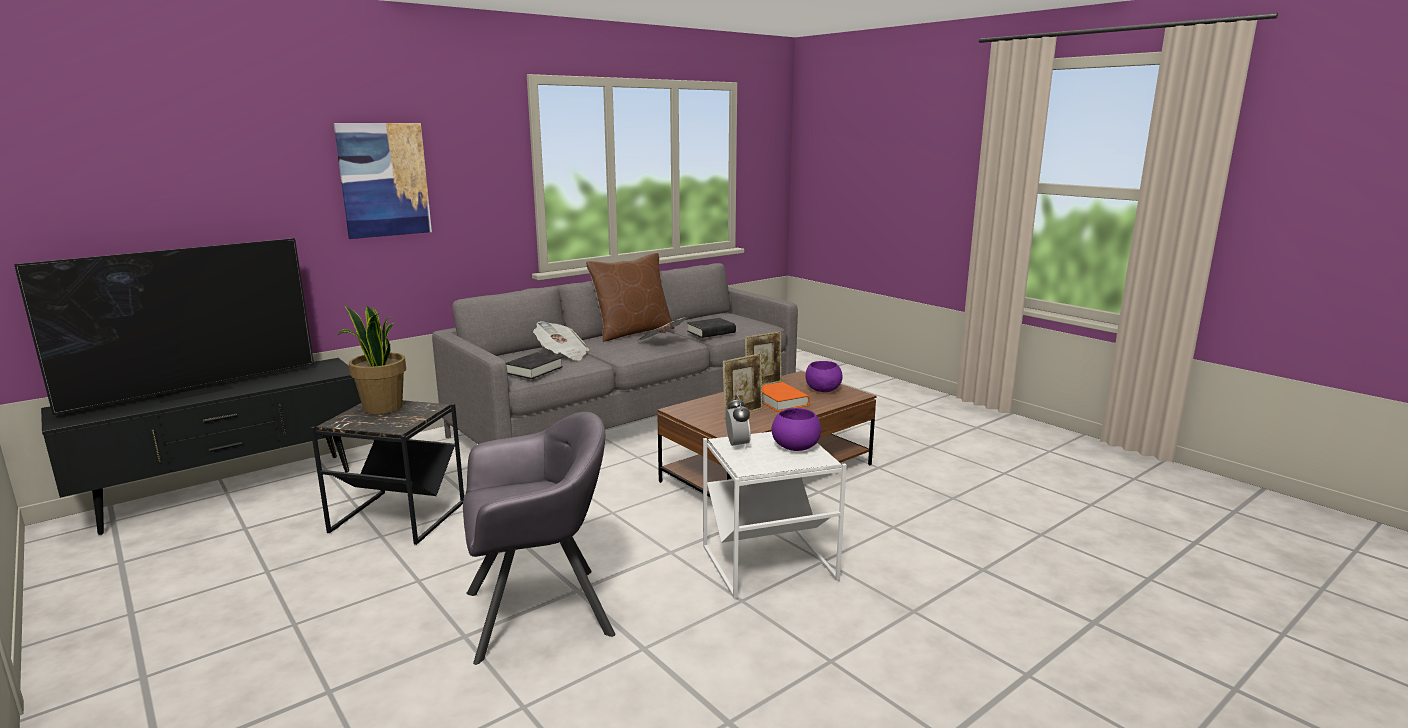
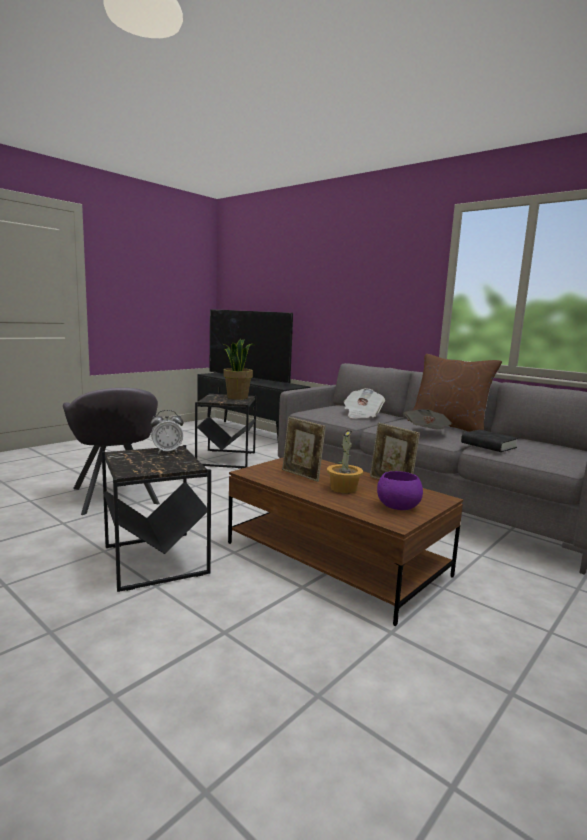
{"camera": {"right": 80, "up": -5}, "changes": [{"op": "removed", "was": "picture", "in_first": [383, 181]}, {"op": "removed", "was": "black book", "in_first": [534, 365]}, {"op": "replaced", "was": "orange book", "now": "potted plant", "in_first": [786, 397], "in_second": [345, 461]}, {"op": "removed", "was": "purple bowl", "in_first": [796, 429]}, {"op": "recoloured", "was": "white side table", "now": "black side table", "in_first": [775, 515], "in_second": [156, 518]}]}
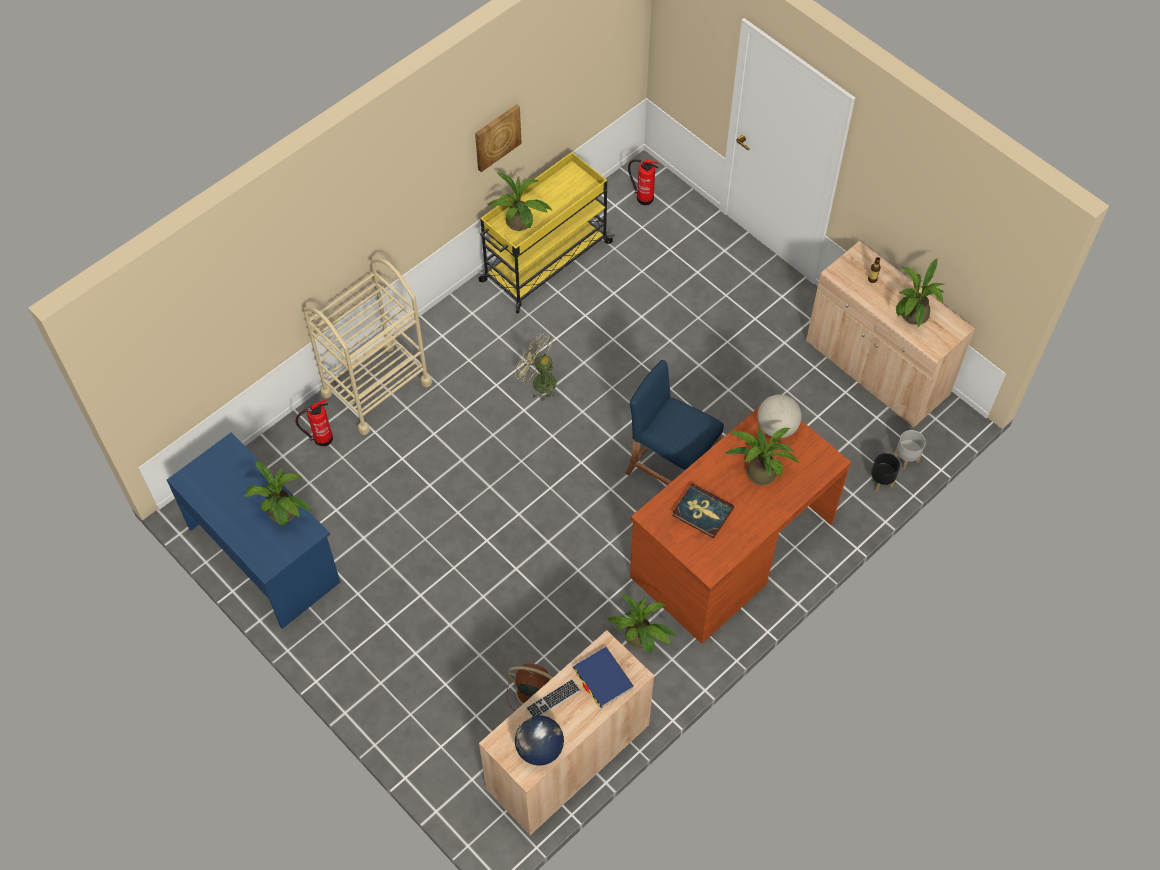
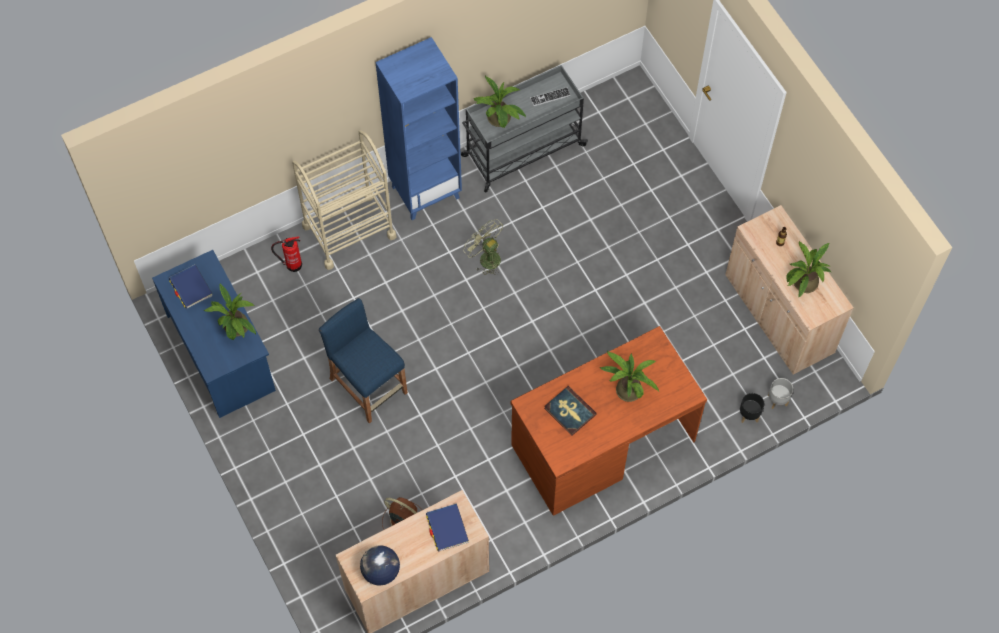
{"camera": {"right": 15, "up": 5}, "changes": [{"op": "removed", "was": "picture", "in_first": [498, 138]}, {"op": "recoloured", "was": "yellow cart", "now": "grey cart", "in_first": [547, 233], "in_second": [524, 128]}, {"op": "removed", "was": "fire extinguisher", "in_first": [643, 182]}, {"op": "moved", "was": "blue stool", "in_first": [674, 422], "in_second": [363, 361]}, {"op": "removed", "was": "globe", "in_first": [779, 416]}, {"op": "removed", "was": "potted plant", "in_first": [641, 622]}, {"op": "moved", "was": "keyboard", "in_first": [553, 698], "in_second": [550, 96]}, {"op": "added", "now": "blue bookcase", "in_second": [419, 128]}, {"op": "added", "now": "blue book", "in_second": [191, 287]}]}
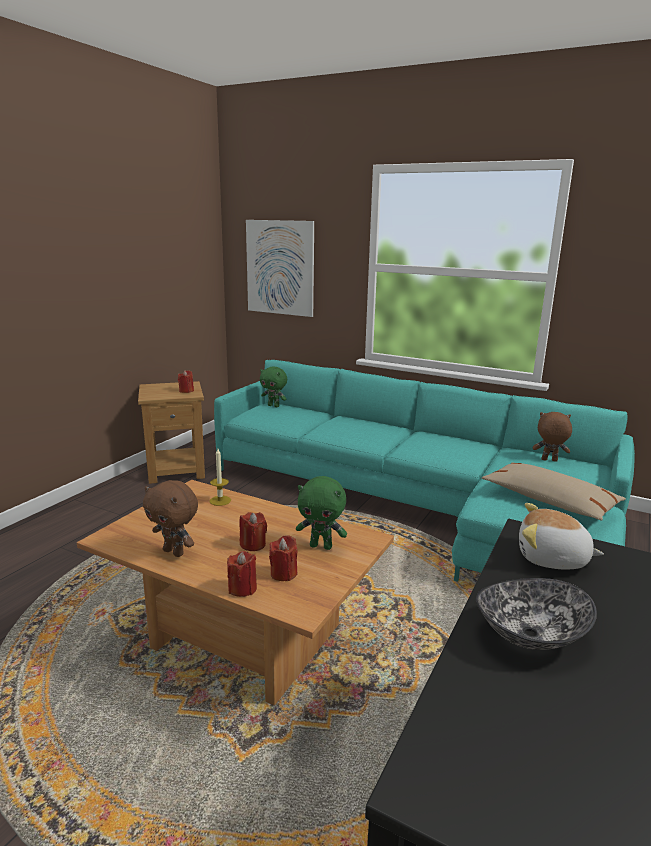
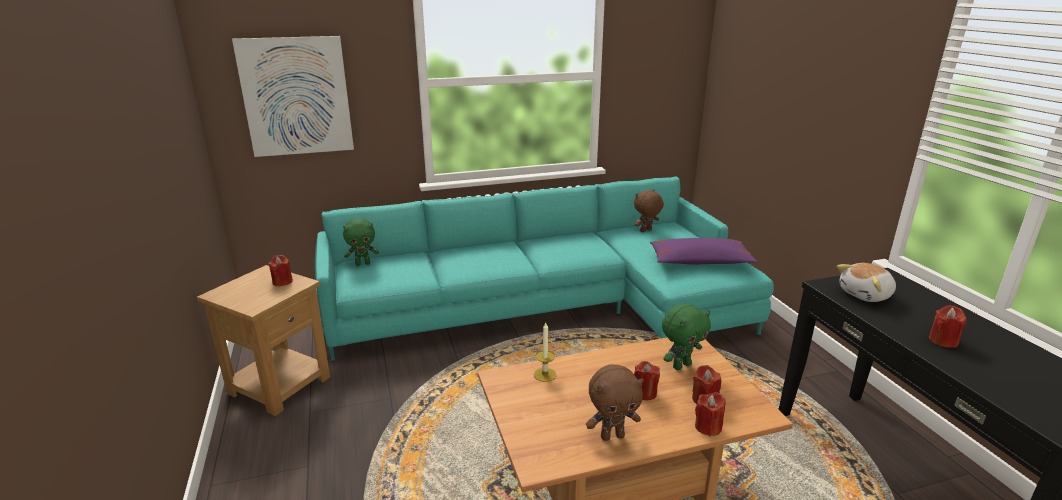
{"camera": {"right": -45, "up": 5}, "changes": [{"op": "recoloured", "was": "beige pillow", "now": "purple pillow", "in_first": [554, 492], "in_second": [704, 251]}, {"op": "replaced", "was": "bowl", "now": "red candle", "in_first": [536, 614], "in_second": [948, 326]}]}
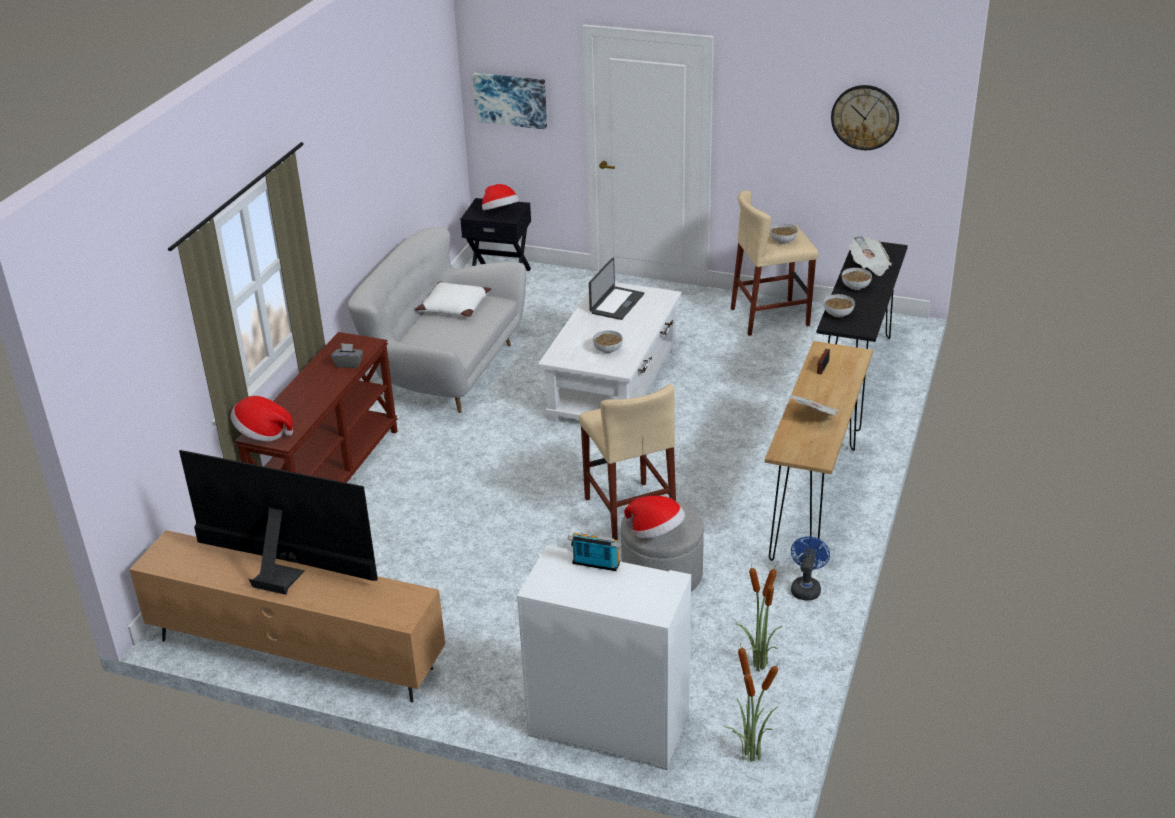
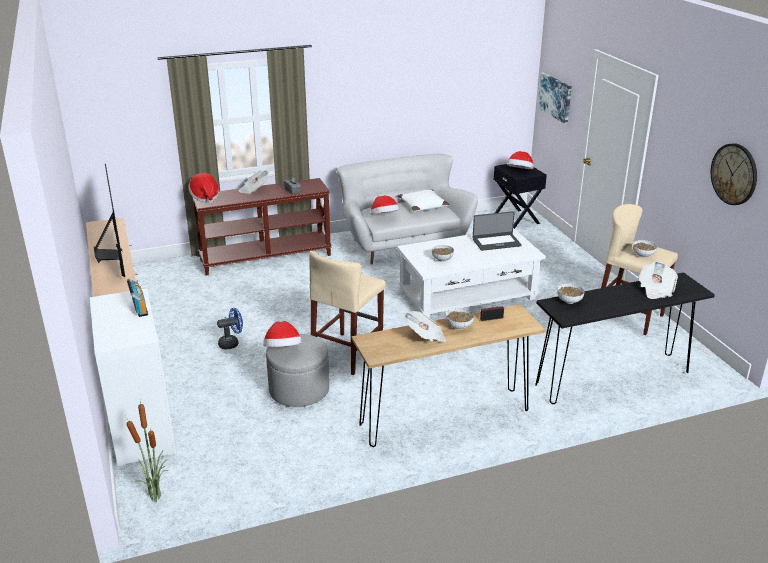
{"camera": {"right": 50, "up": -5}, "changes": [{"op": "moved", "was": "bowl", "in_first": [857, 279], "in_second": [460, 319]}, {"op": "moved", "was": "blue fan", "in_first": [810, 568], "in_second": [230, 328]}, {"op": "removed", "was": "potted plant", "in_first": [758, 617]}, {"op": "added", "now": "newspaper", "in_second": [254, 182]}, {"op": "added", "now": "hat", "in_second": [385, 205]}]}
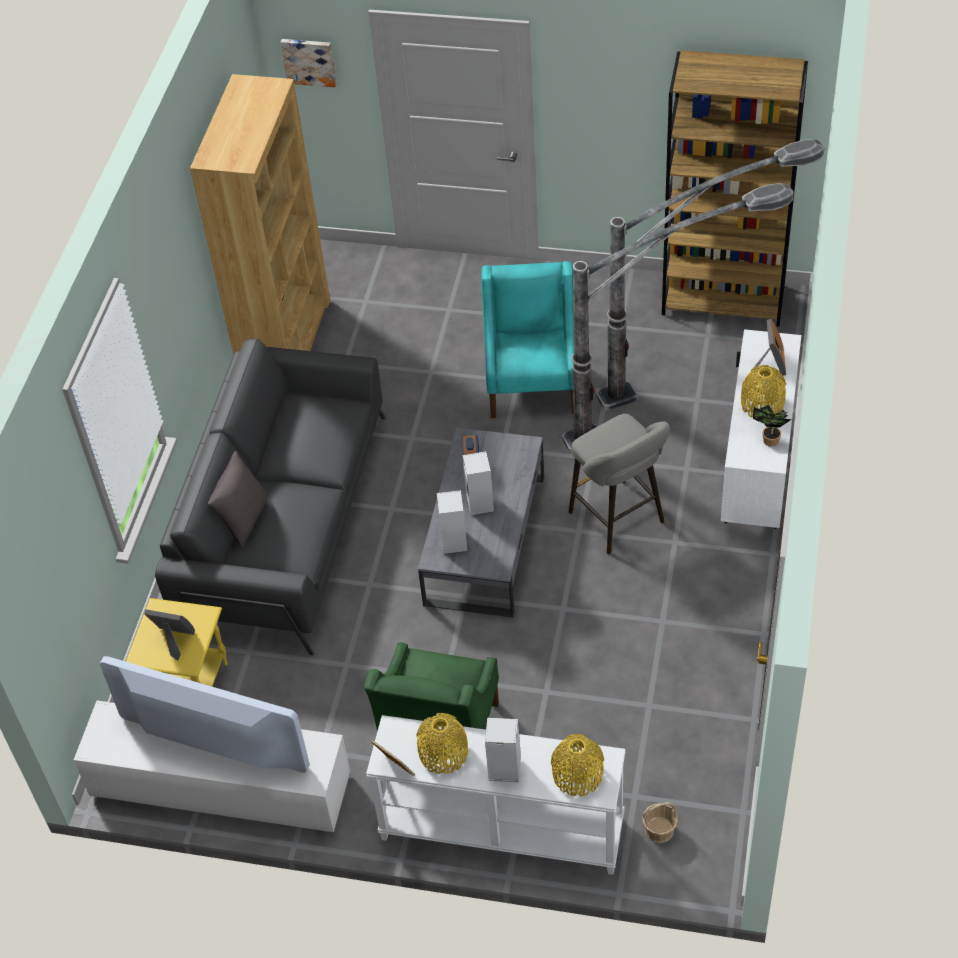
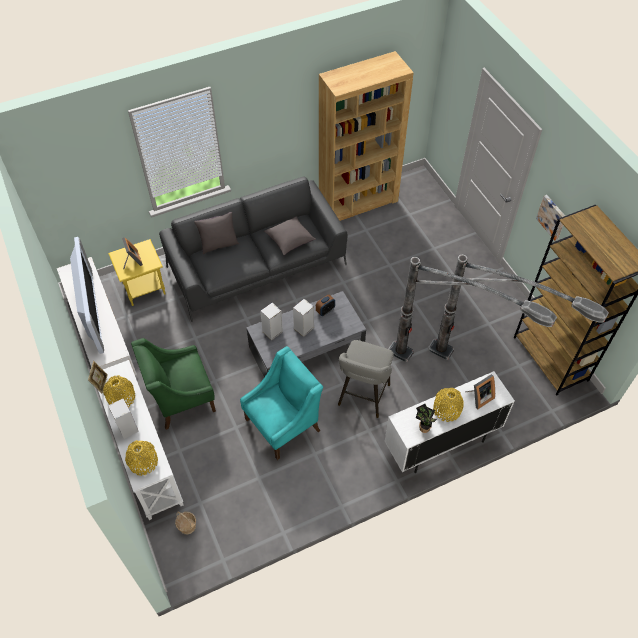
{"camera": {"right": 50, "up": 5}, "changes": [{"op": "moved", "was": "picture", "in_first": [308, 63], "in_second": [550, 217]}, {"op": "moved", "was": "turquoise armchair", "in_first": [527, 339], "in_second": [281, 403]}, {"op": "added", "now": "grey pillow", "in_second": [290, 235]}]}
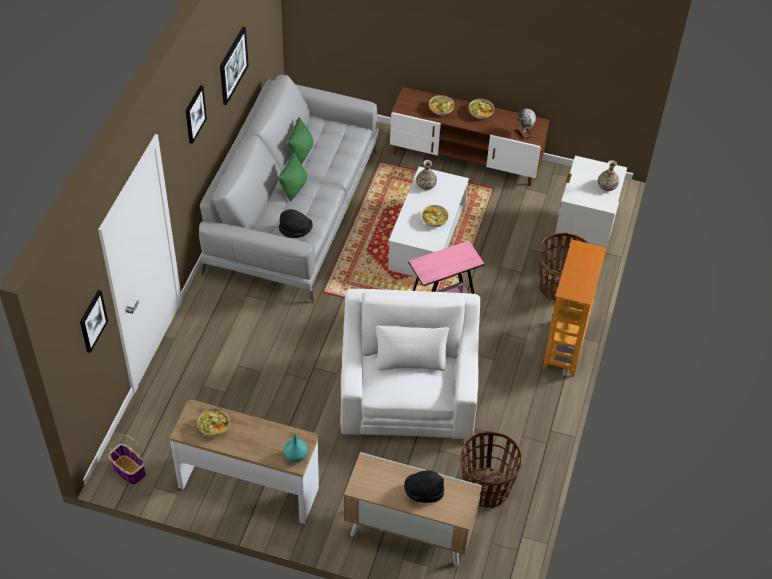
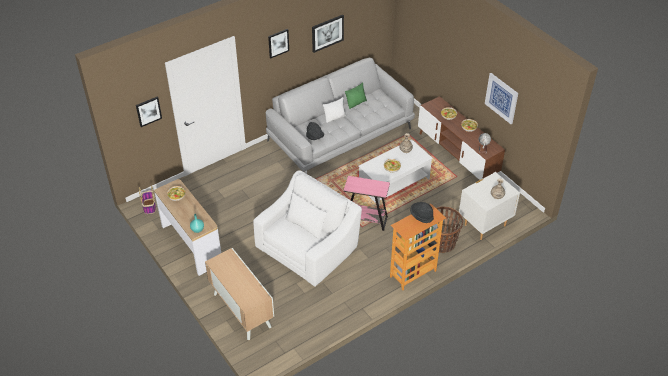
{"camera": {"right": 40, "up": -5}, "changes": [{"op": "recoloured", "was": "green pillow", "now": "white pillow", "in_first": [292, 177], "in_second": [335, 110]}, {"op": "removed", "was": "basket", "in_first": [491, 469]}, {"op": "moved", "was": "black hat", "in_first": [424, 486], "in_second": [422, 212]}, {"op": "added", "now": "picture", "in_second": [501, 98]}]}
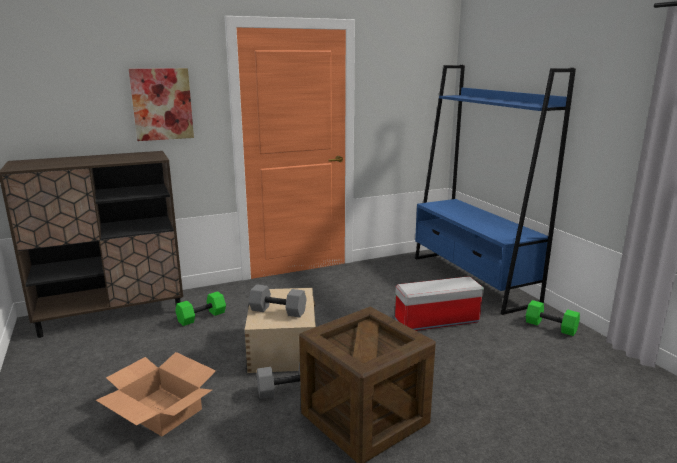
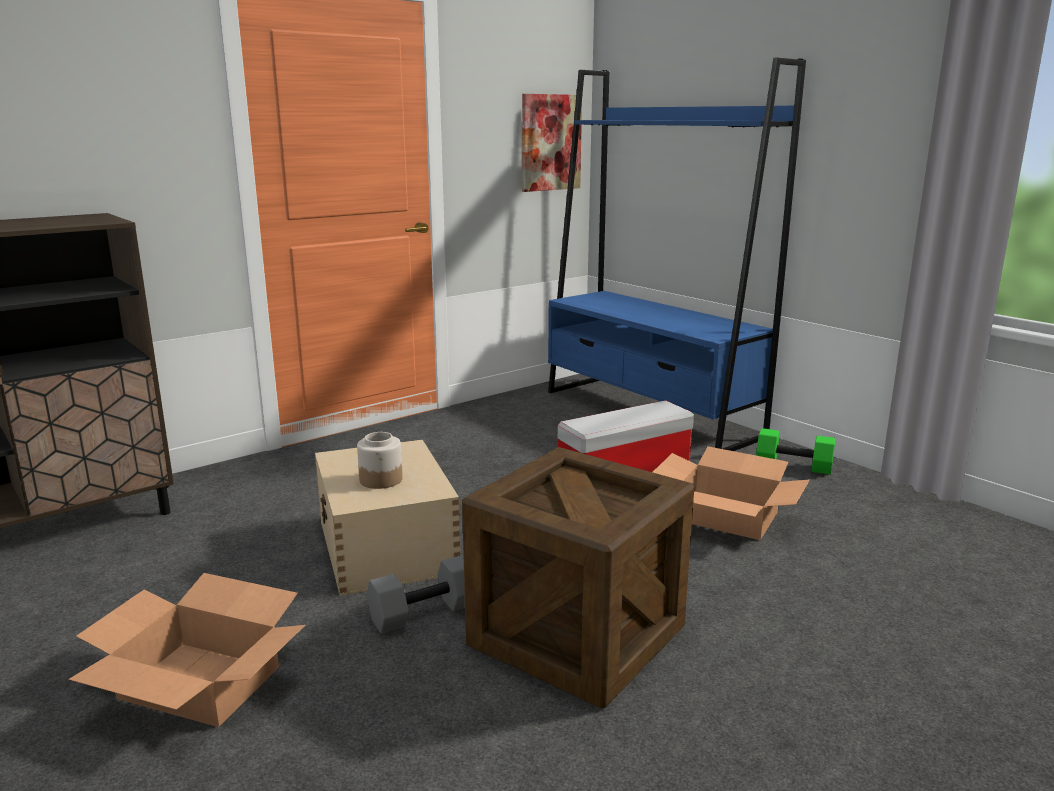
{"camera": {"right": -15, "up": 0}, "changes": [{"op": "moved", "was": "picture", "in_first": [161, 104], "in_second": [552, 143]}, {"op": "replaced", "was": "grey dumbbell", "now": "jar", "in_first": [278, 300], "in_second": [380, 460]}, {"op": "removed", "was": "green dumbbell", "in_first": [200, 308]}, {"op": "added", "now": "cardboard box", "in_second": [731, 493]}]}
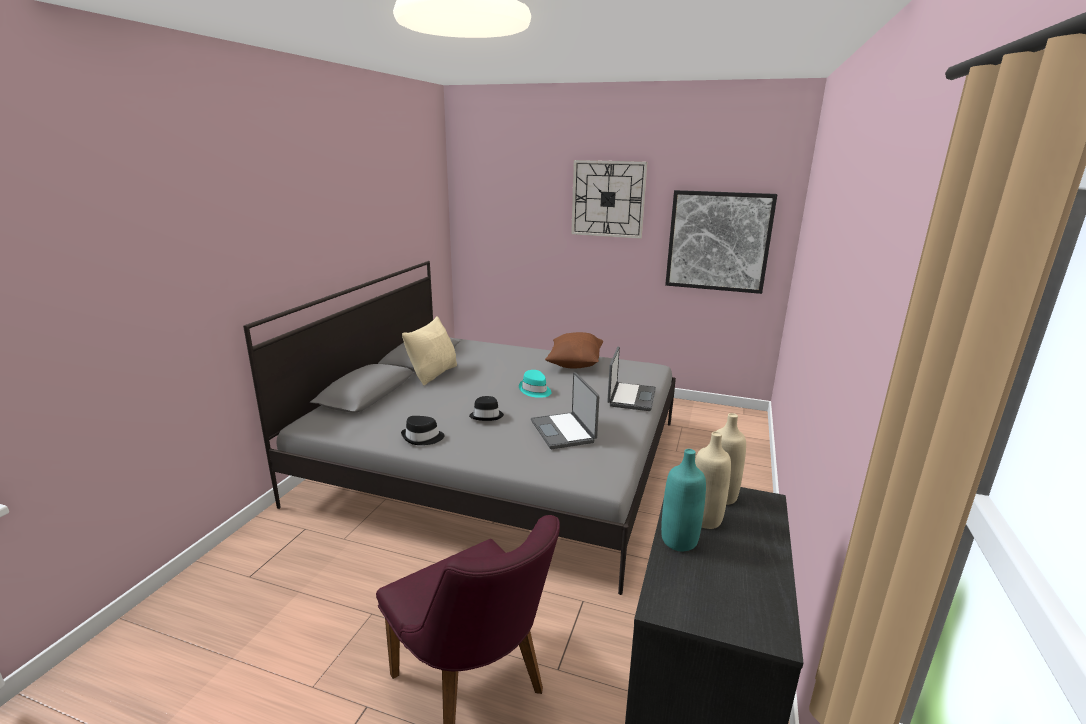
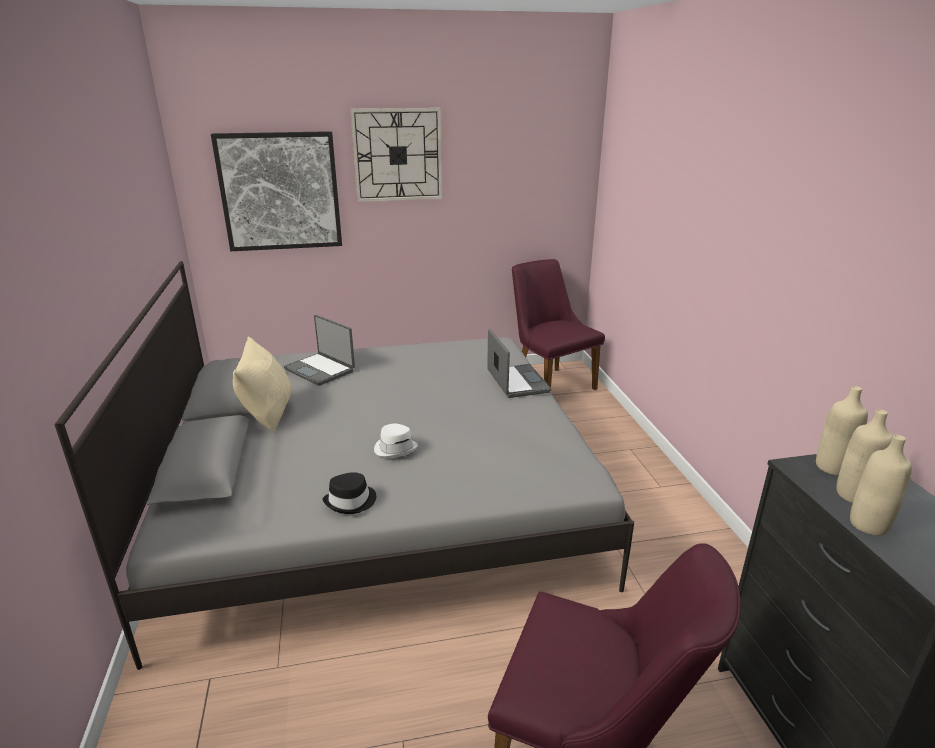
{"camera": {"right": -30, "up": 5}, "changes": [{"op": "moved", "was": "picture", "in_first": [721, 242], "in_second": [276, 191]}, {"op": "removed", "was": "brown pillow", "in_first": [574, 350]}, {"op": "removed", "was": "turquoise hat", "in_first": [535, 384]}, {"op": "moved", "was": "laptop", "in_first": [565, 410], "in_second": [319, 350]}, {"op": "recoloured", "was": "black hat", "now": "white hat", "in_first": [486, 408], "in_second": [396, 441]}, {"op": "recoloured", "was": "turquoise bottle", "now": "beige bottle", "in_first": [683, 500], "in_second": [881, 485]}, {"op": "added", "now": "purple chair", "in_second": [558, 324]}]}
